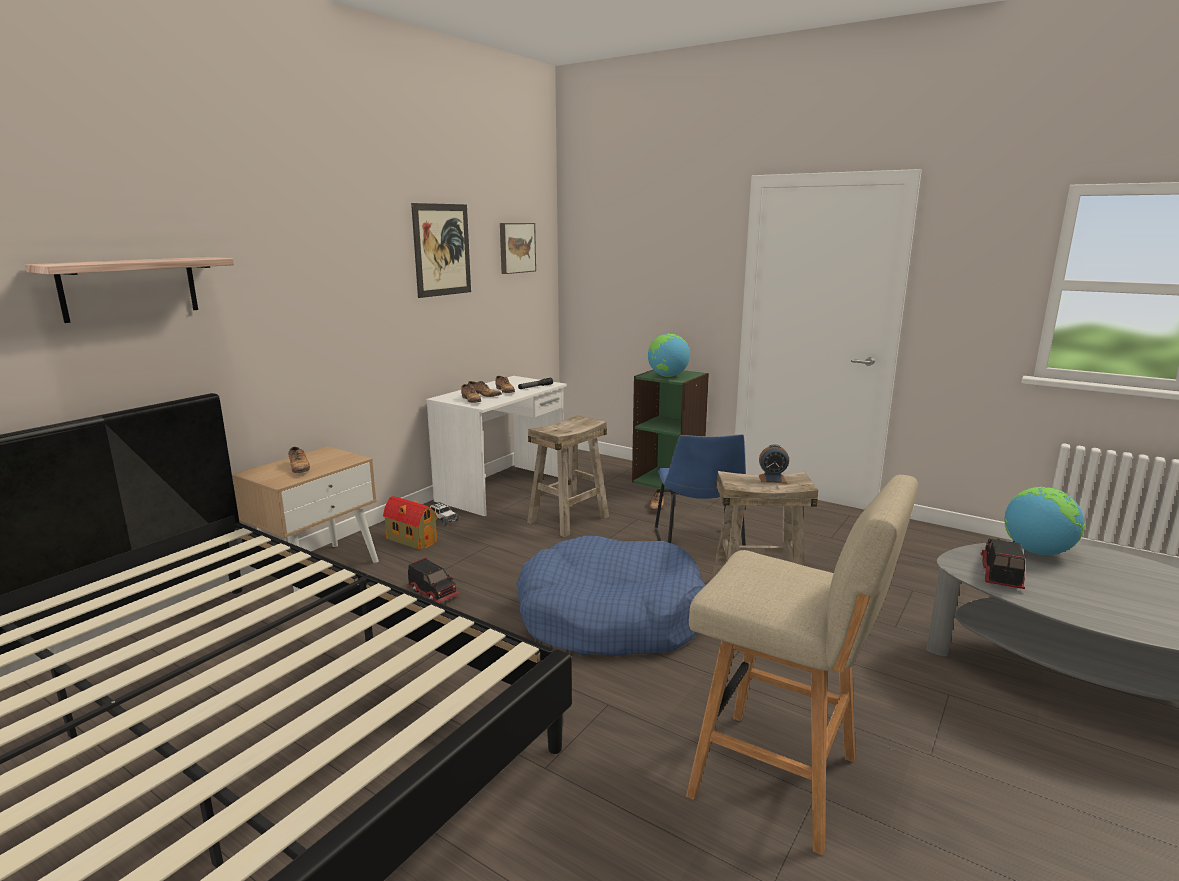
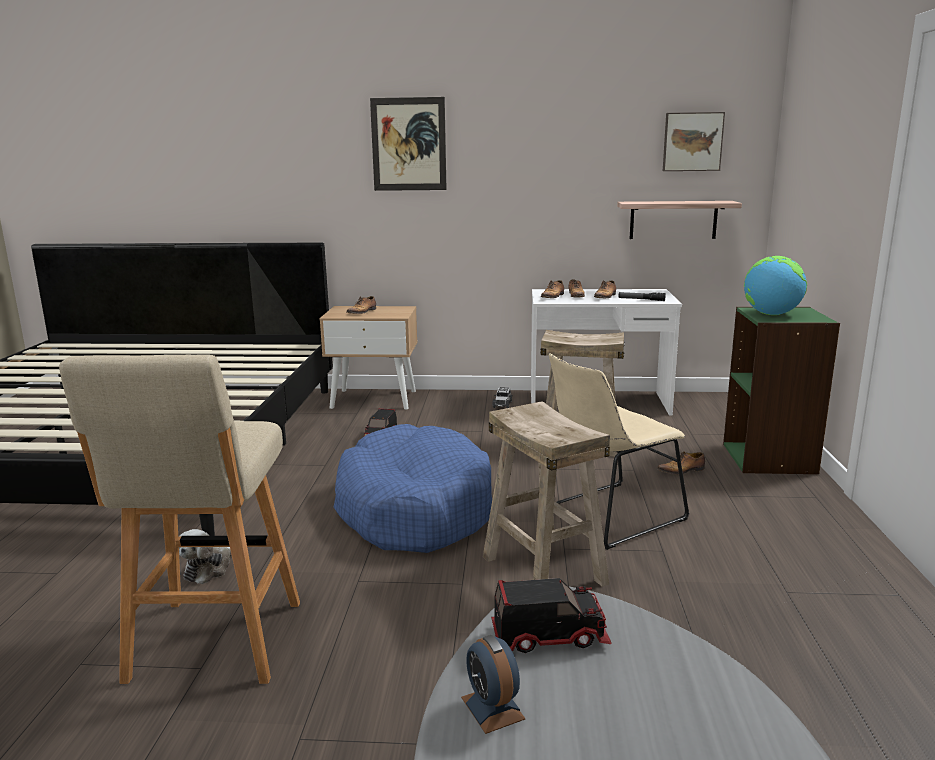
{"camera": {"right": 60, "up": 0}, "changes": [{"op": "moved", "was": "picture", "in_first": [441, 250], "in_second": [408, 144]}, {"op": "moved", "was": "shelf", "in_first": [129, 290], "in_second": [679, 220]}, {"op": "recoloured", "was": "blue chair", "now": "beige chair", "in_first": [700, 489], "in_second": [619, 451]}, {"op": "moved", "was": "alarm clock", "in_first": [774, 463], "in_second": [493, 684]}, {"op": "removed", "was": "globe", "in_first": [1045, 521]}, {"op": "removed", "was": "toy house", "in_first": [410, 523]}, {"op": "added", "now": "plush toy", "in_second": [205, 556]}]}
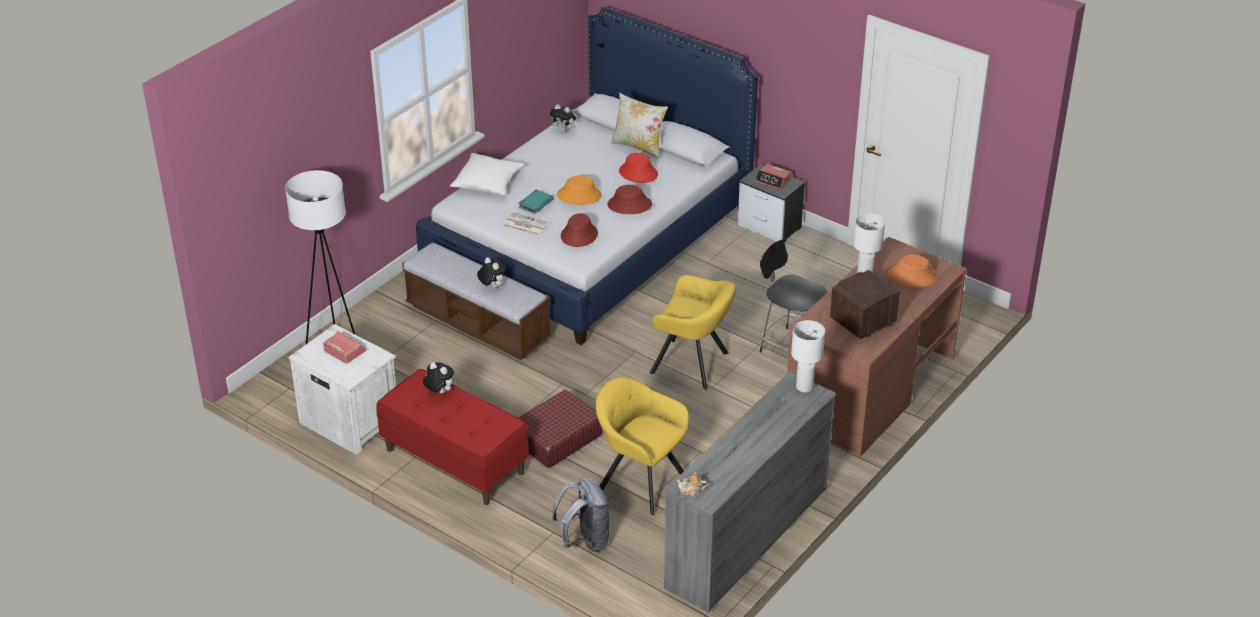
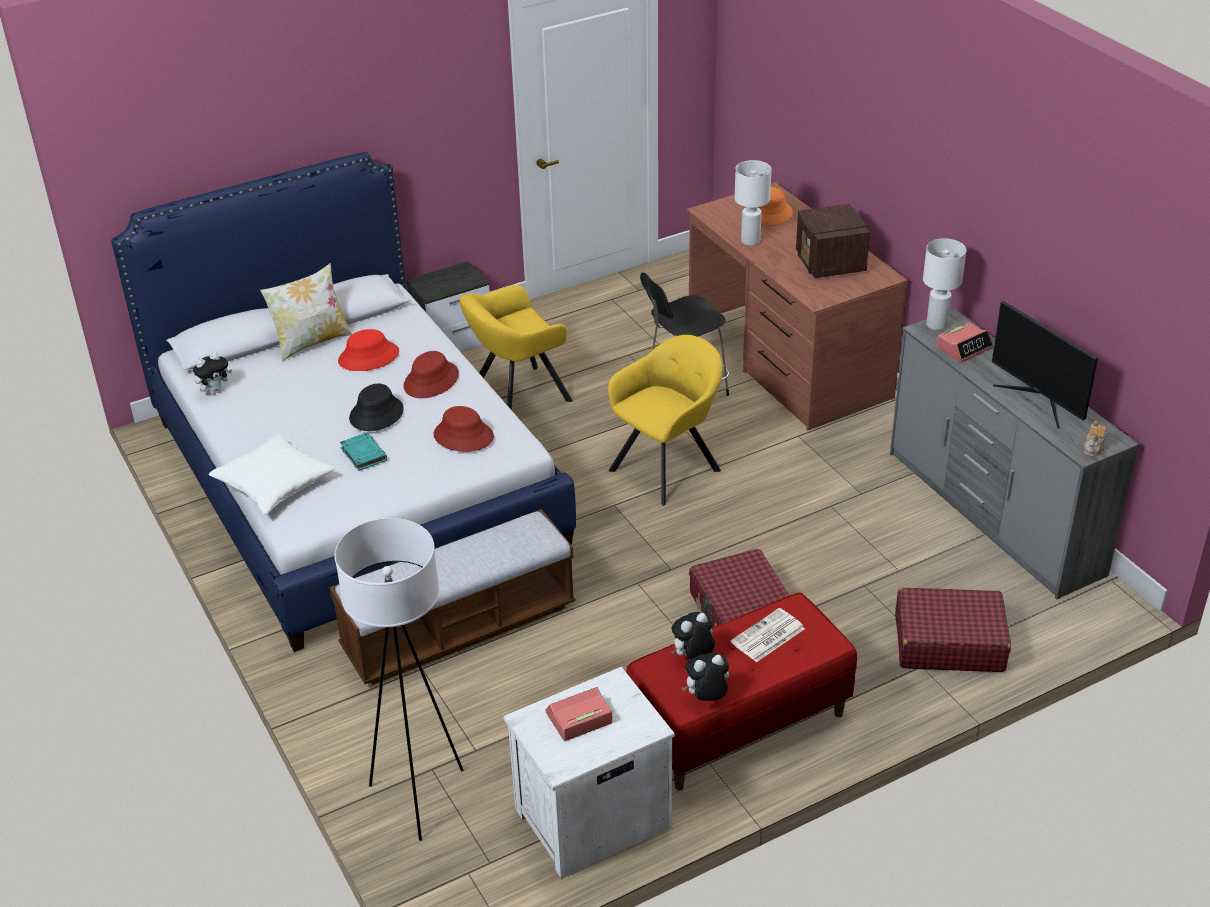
{"camera": {"right": -65, "up": 0}, "changes": [{"op": "moved", "was": "alarm clock", "in_first": [773, 177], "in_second": [965, 342]}, {"op": "recoloured", "was": "orange hat", "now": "black hat", "in_first": [579, 190], "in_second": [376, 407]}, {"op": "moved", "was": "newspaper", "in_first": [525, 224], "in_second": [768, 635]}, {"op": "moved", "was": "plush toy", "in_first": [491, 272], "in_second": [705, 677]}, {"op": "moved", "was": "yellow armchair", "in_first": [642, 446], "in_second": [516, 347]}, {"op": "replaced", "was": "grey backpack", "now": "red suitcase", "in_first": [581, 514], "in_second": [953, 630]}, {"op": "added", "now": "monitor", "in_second": [1045, 365]}]}
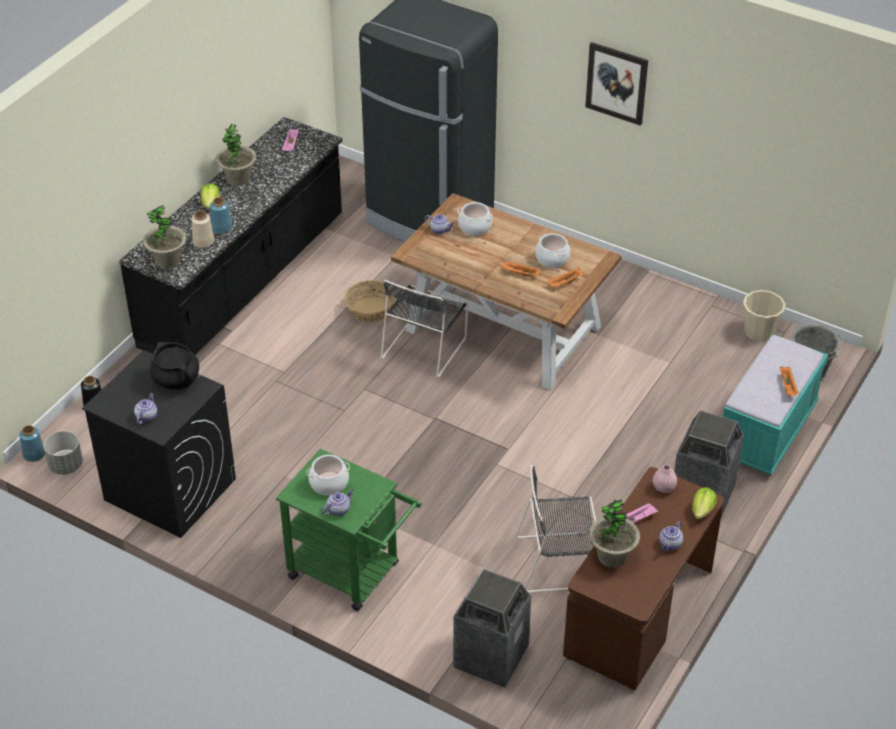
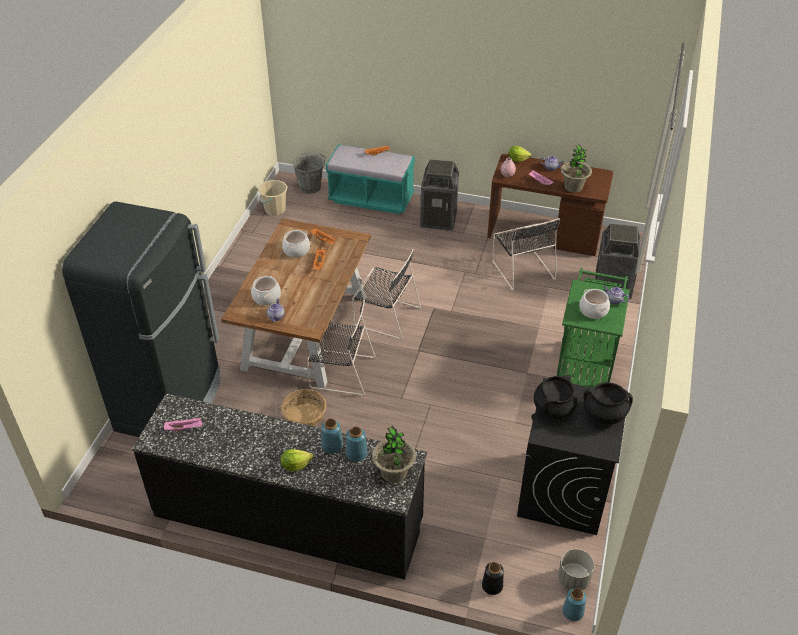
{"camera": {"right": -105, "up": 0}, "changes": [{"op": "removed", "was": "picture", "in_first": [616, 84]}, {"op": "removed", "was": "potted plant", "in_first": [236, 155]}, {"op": "recoloured", "was": "beige vase", "now": "blue vase", "in_first": [202, 229], "in_second": [357, 444]}, {"op": "replaced", "was": "teapot", "now": "black cooking pot", "in_first": [145, 408], "in_second": [608, 403]}, {"op": "added", "now": "black chair", "in_second": [386, 294]}]}
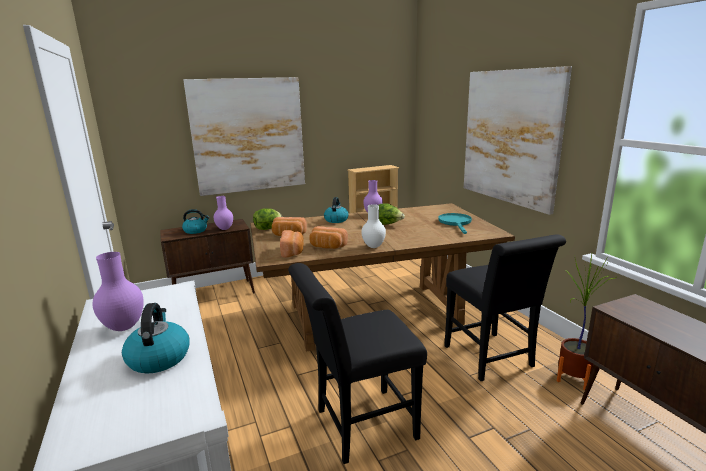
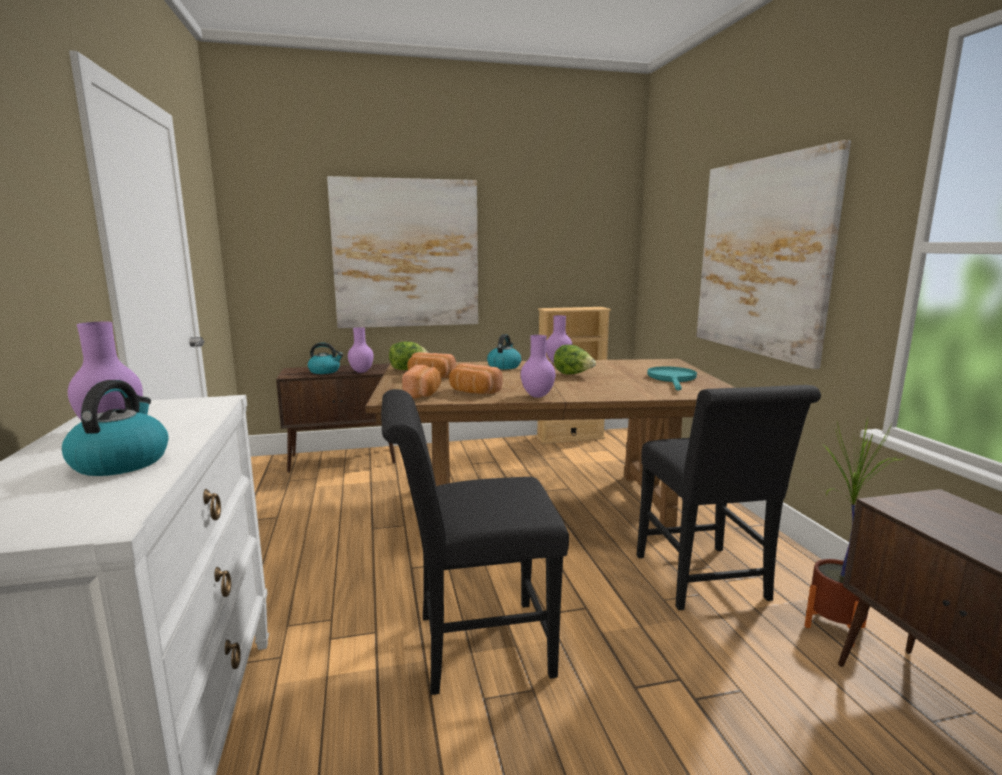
{"camera": {"right": 10, "up": -5}, "changes": [{"op": "recoloured", "was": "white vase", "now": "purple vase", "in_first": [373, 226], "in_second": [538, 366]}]}
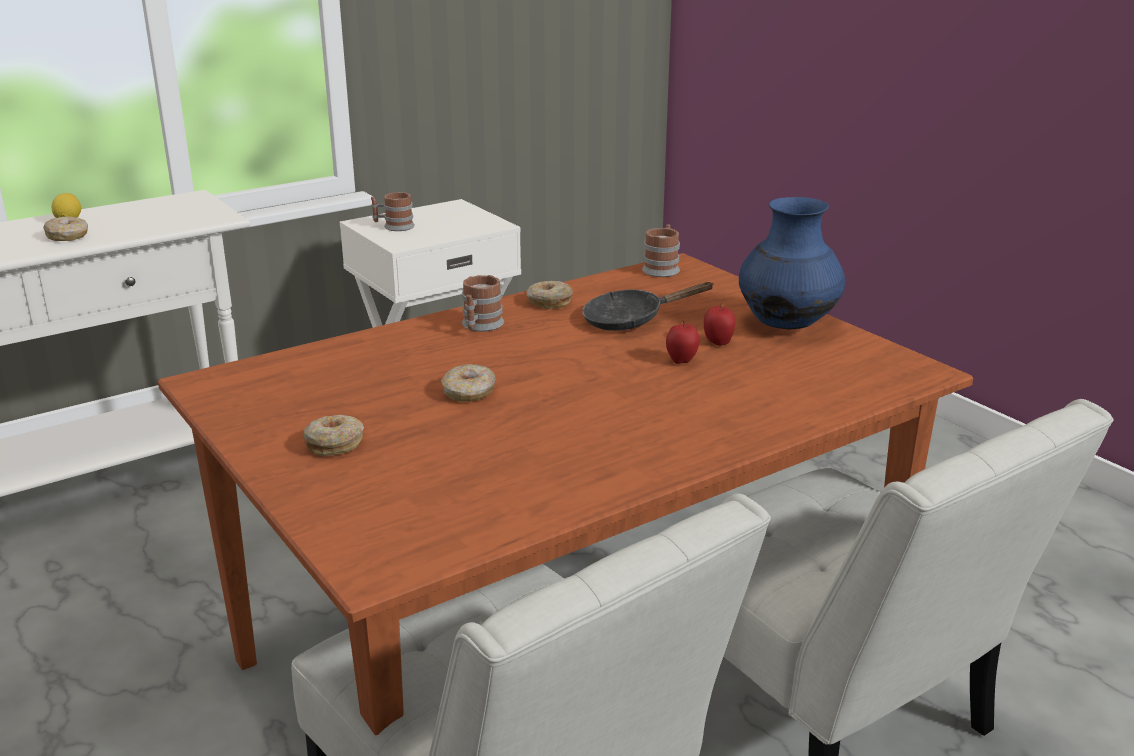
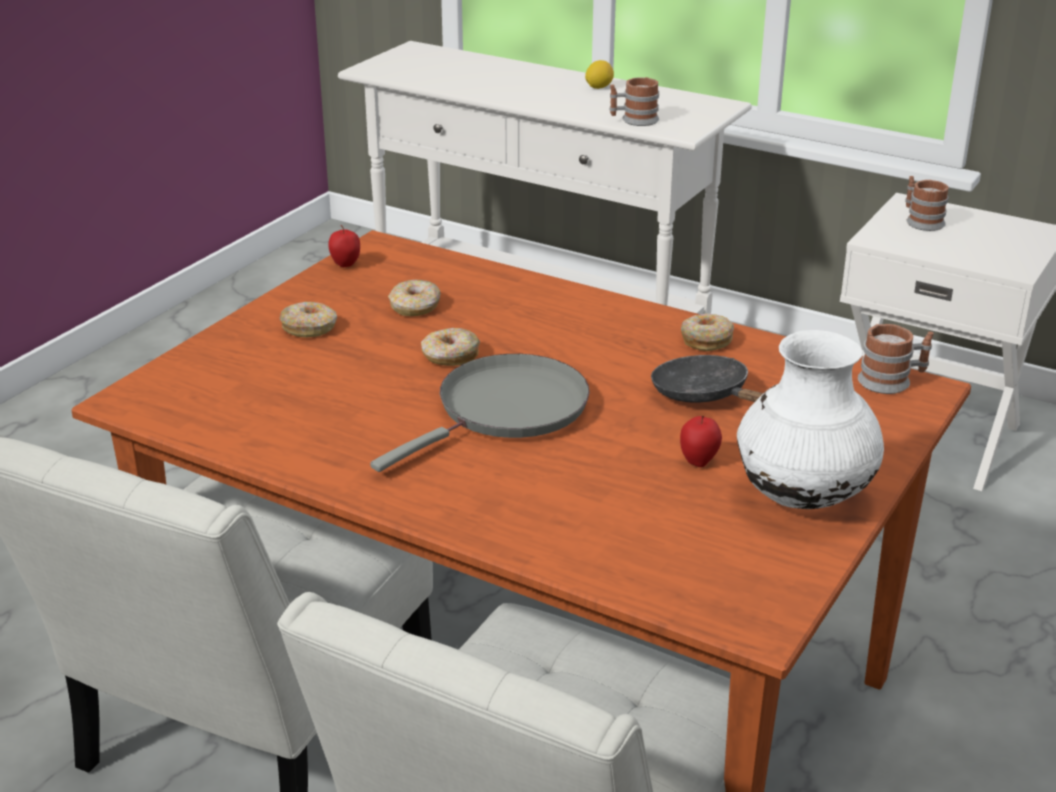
{"camera": {"right": 65, "up": 5}, "changes": [{"op": "recoloured", "was": "blue vase", "now": "white vase", "in_first": [792, 263], "in_second": [810, 419]}, {"op": "moved", "was": "donut", "in_first": [65, 228], "in_second": [414, 298]}, {"op": "moved", "was": "mug", "in_first": [483, 303], "in_second": [634, 101]}, {"op": "moved", "was": "apple", "in_first": [683, 342], "in_second": [344, 246]}, {"op": "added", "now": "grey frying pan", "in_second": [480, 413]}]}
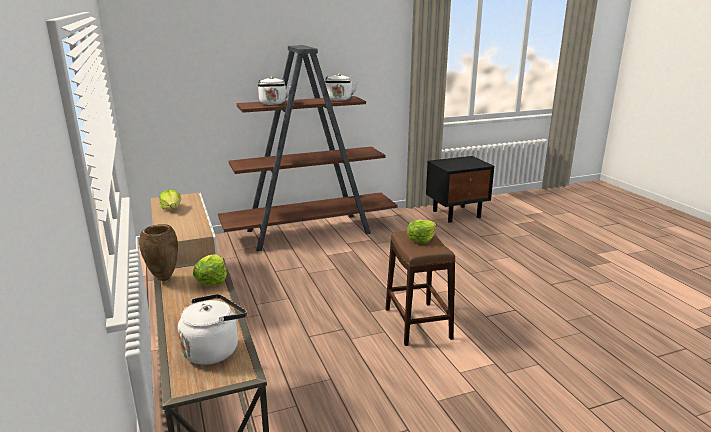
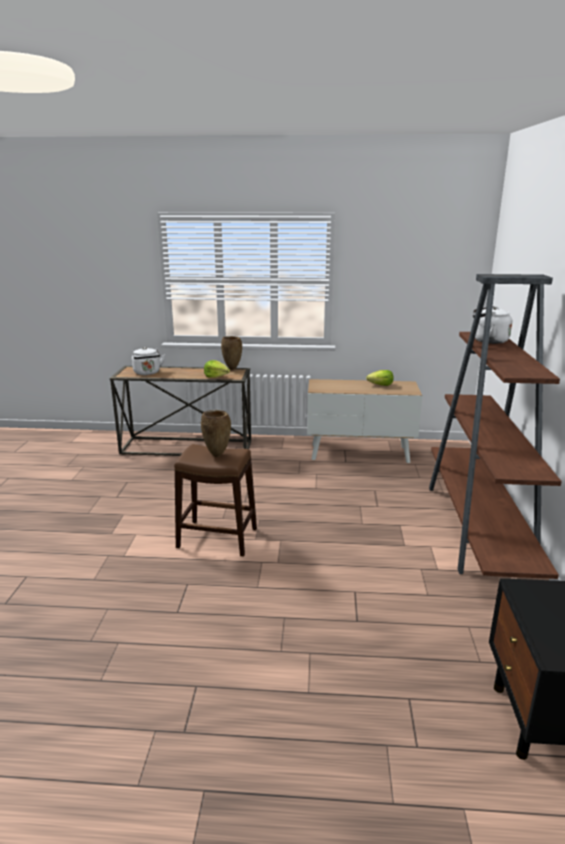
{"camera": {"right": 115, "up": 0}, "changes": [{"op": "removed", "was": "white kettle", "in_first": [341, 87]}, {"op": "replaced", "was": "lettuce", "now": "brown vase", "in_first": [421, 232], "in_second": [216, 433]}]}
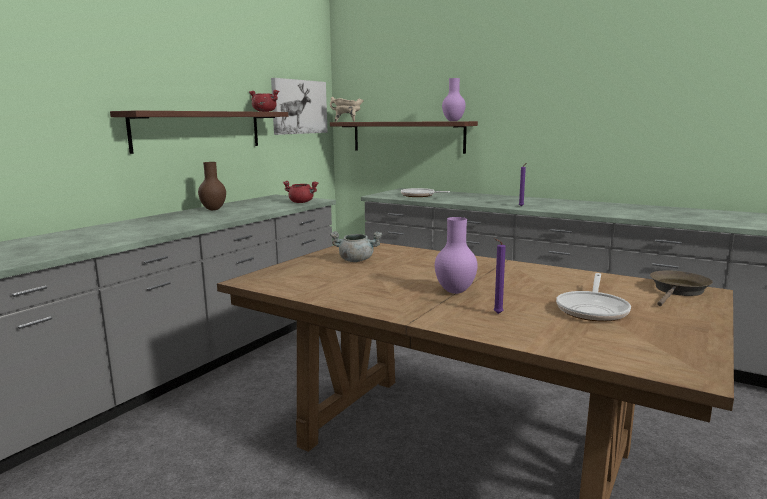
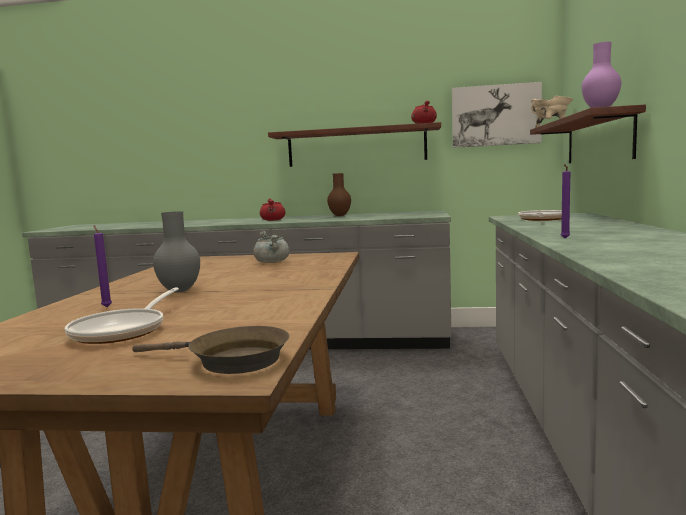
{"camera": {"right": 65, "up": -5}, "changes": [{"op": "moved", "was": "red cooking pot", "in_first": [301, 192], "in_second": [273, 209]}, {"op": "recoloured", "was": "purple vase", "now": "grey vase", "in_first": [456, 255], "in_second": [176, 252]}, {"op": "turned", "was": "frying pan", "in_first": [593, 297], "in_second": [122, 316], "clockwise": -75}]}
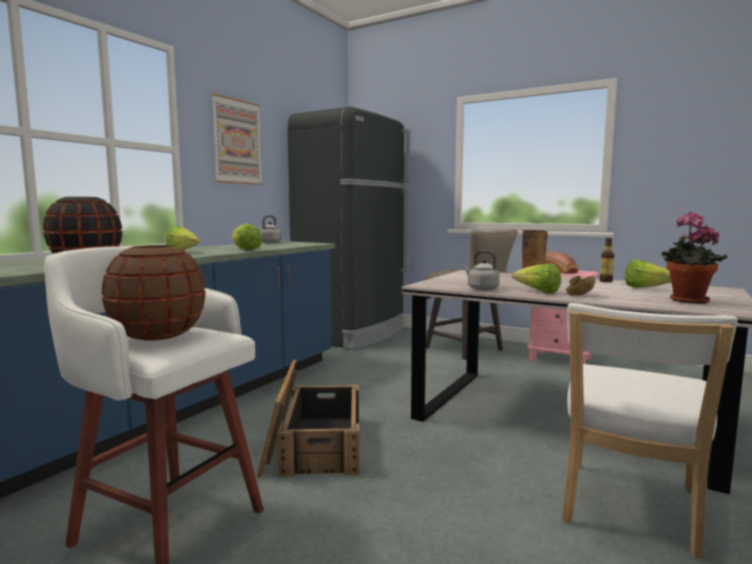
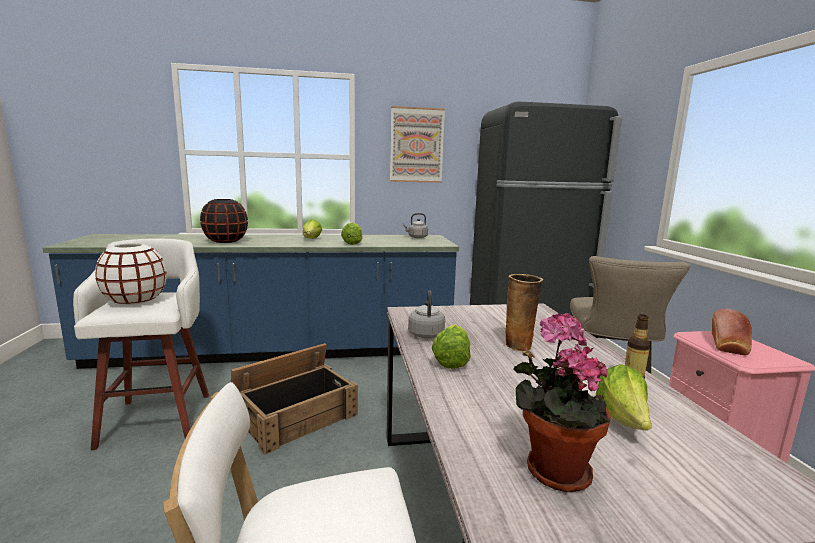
{"camera": {"right": 50, "up": 5}, "changes": [{"op": "recoloured", "was": "brown vase", "now": "white vase", "in_first": [153, 293], "in_second": [131, 274]}, {"op": "removed", "was": "brown bowl", "in_first": [580, 286]}]}
